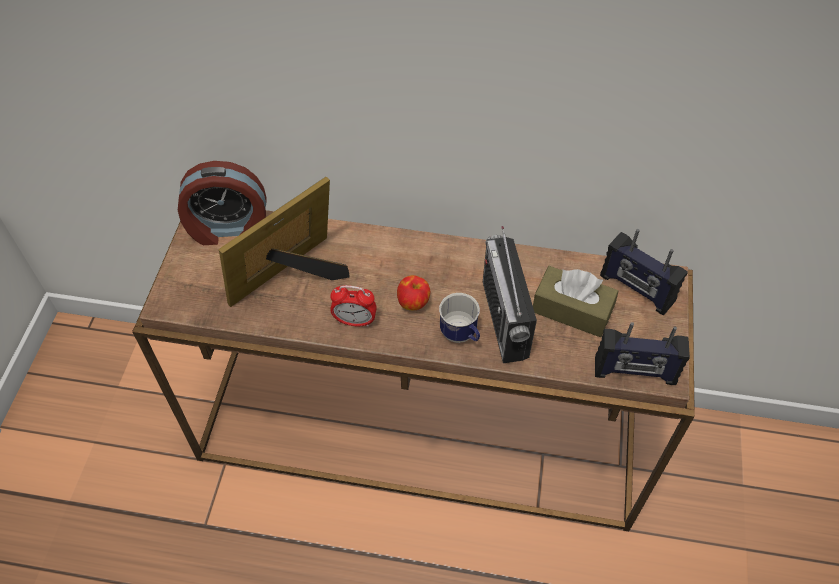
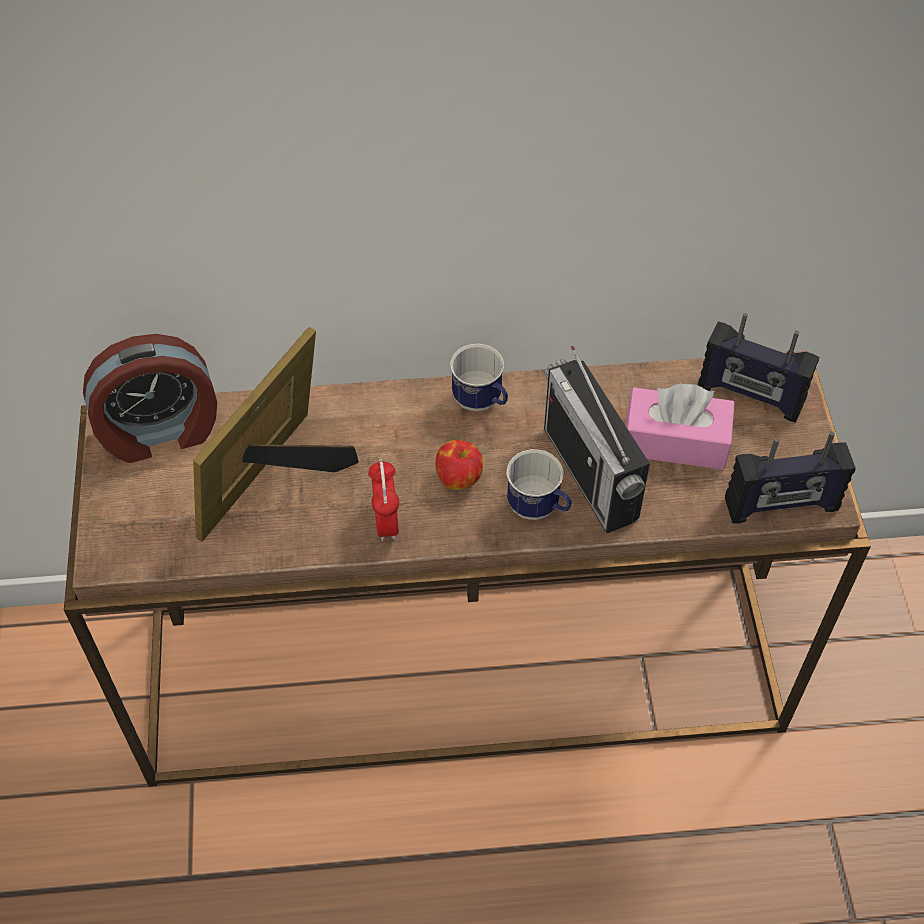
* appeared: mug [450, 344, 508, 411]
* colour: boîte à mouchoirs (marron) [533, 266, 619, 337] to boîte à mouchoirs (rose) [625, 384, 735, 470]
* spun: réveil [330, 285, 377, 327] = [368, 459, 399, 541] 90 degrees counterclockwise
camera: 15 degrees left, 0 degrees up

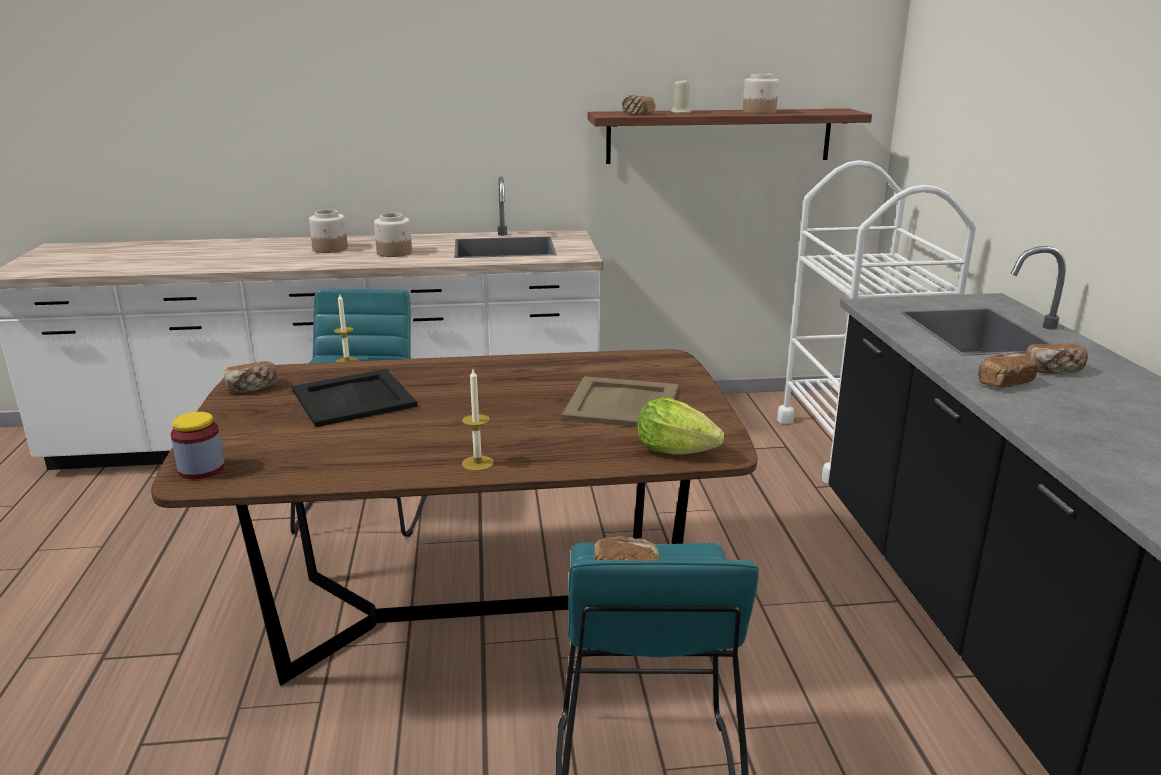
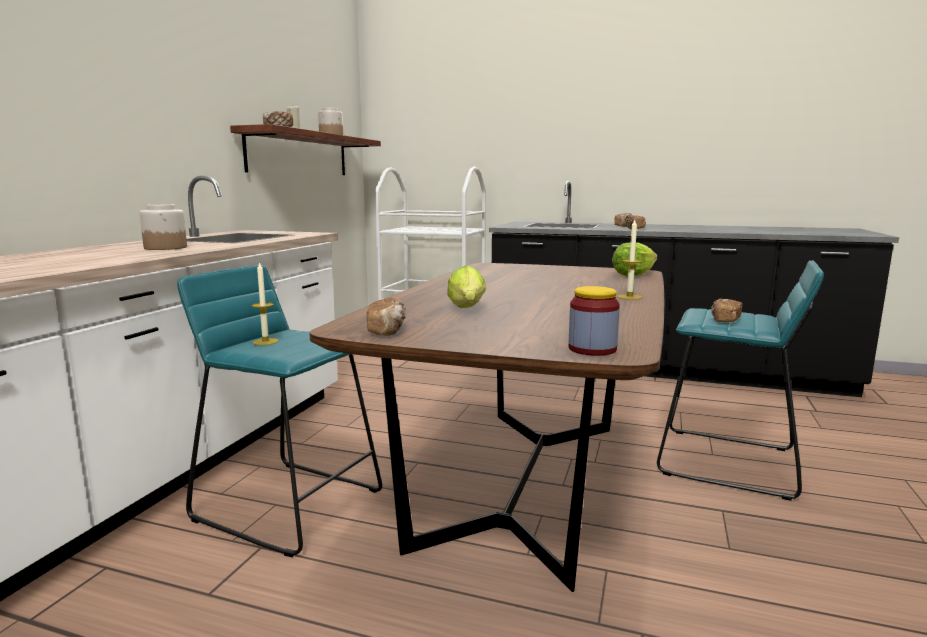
* missing: bocal [309, 210, 348, 253]
* missing: plateau (beige) [562, 376, 679, 427]
* exchanged: plateau (noir) [292, 369, 418, 427] to laitue [447, 266, 486, 308]
camera: 65 degrees left, 10 degrees down

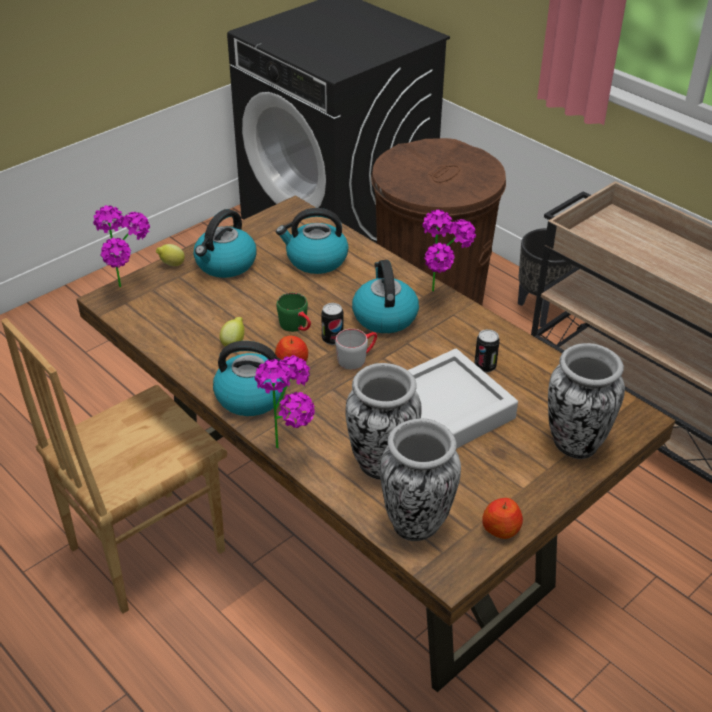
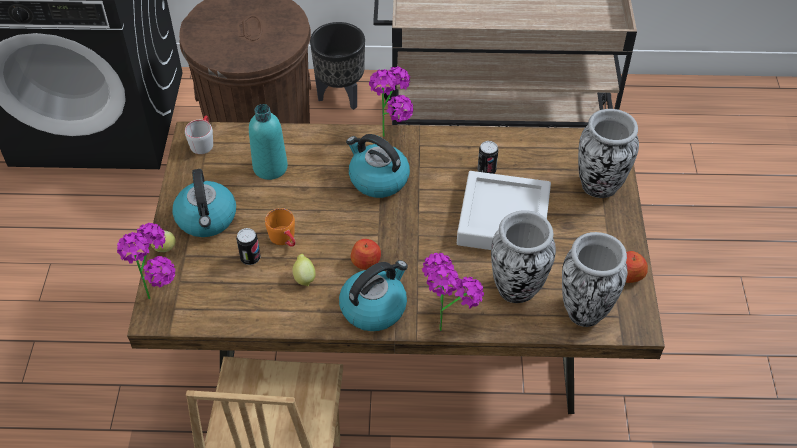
* missing: mug (vert) [276, 293, 311, 332]
* appeared: mug (orange) [265, 208, 296, 247]
* relocated: boîte métallique [321, 303, 344, 345] to [236, 228, 261, 265]
* relocated: mug (gris) [335, 329, 377, 370] to [185, 115, 213, 154]
* exchanged: bouilloire [276, 208, 349, 274] to bouteille (turquoise) [249, 104, 288, 180]
camera: 45 degrees left, 10 degrees up

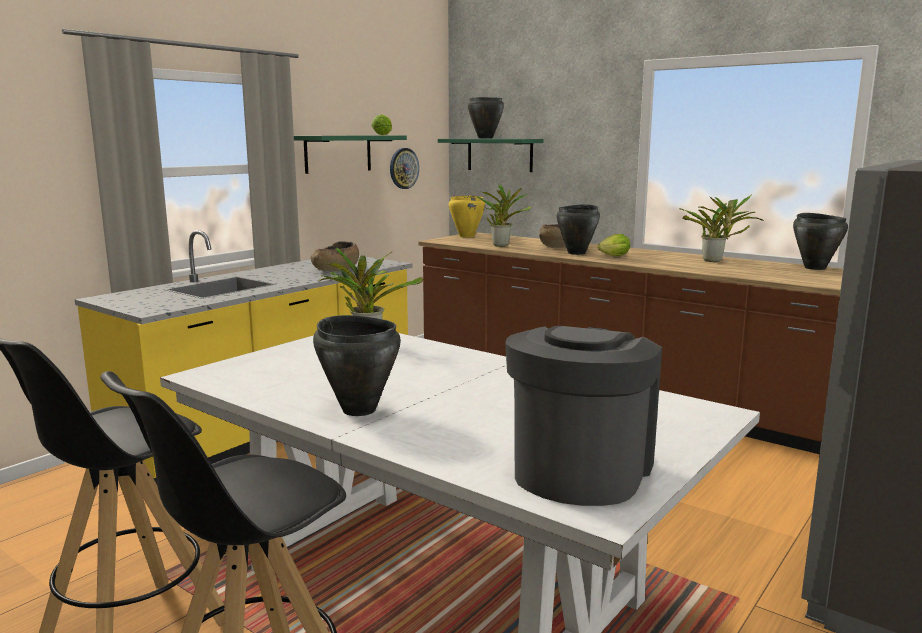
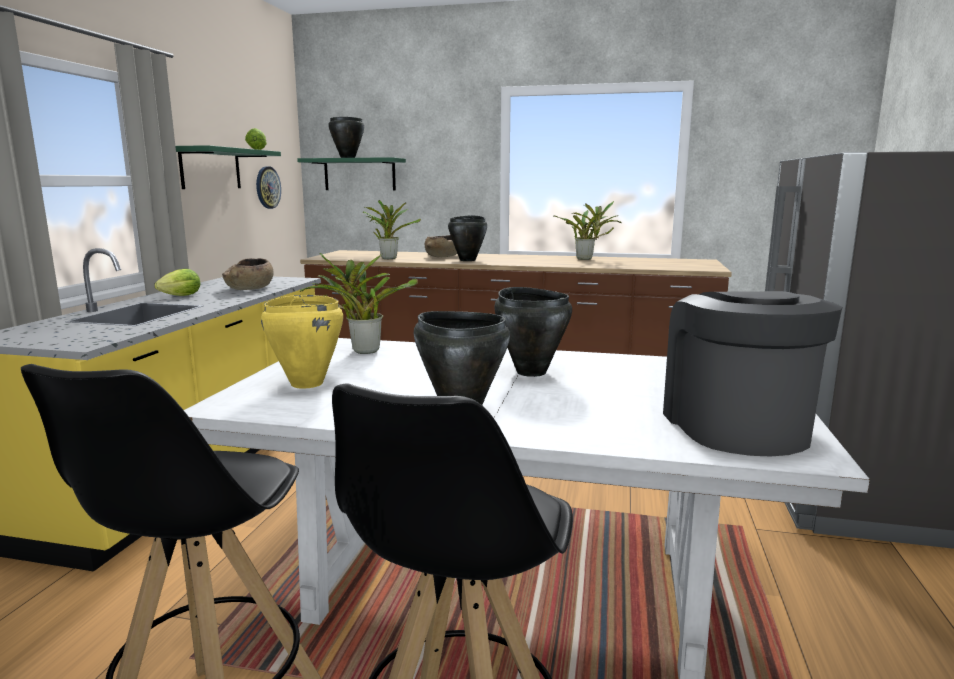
* relocated: marmite (jaune) [449, 195, 485, 238] to [261, 295, 343, 389]
* relocated: laitue [597, 234, 630, 256] to [154, 269, 200, 296]
* relocated: marmite (noir) [793, 213, 848, 270] to [494, 287, 572, 377]
camera: 25 degrees left, 0 degrees up

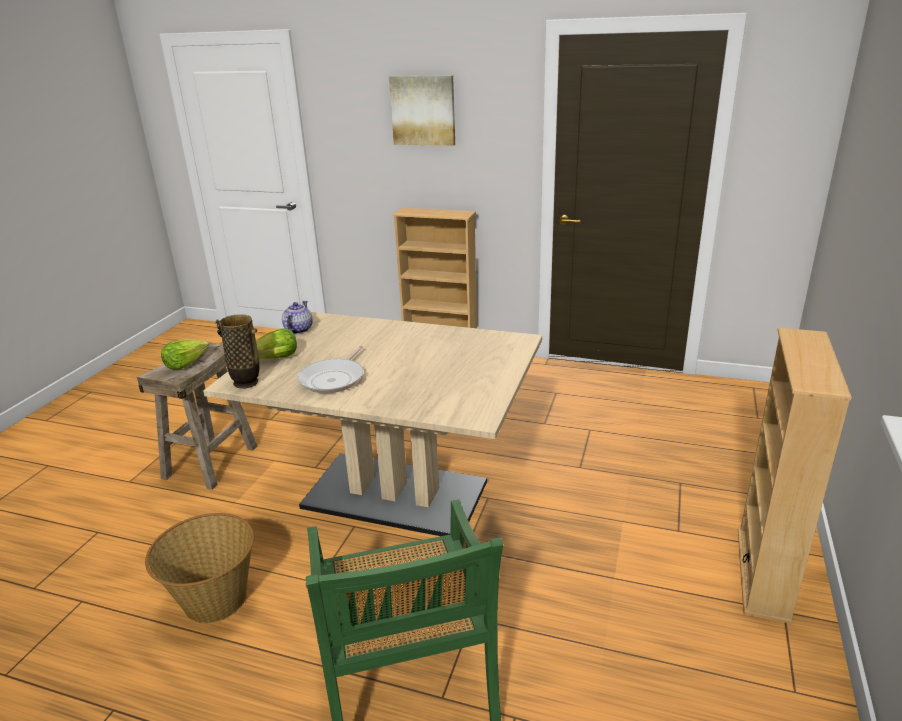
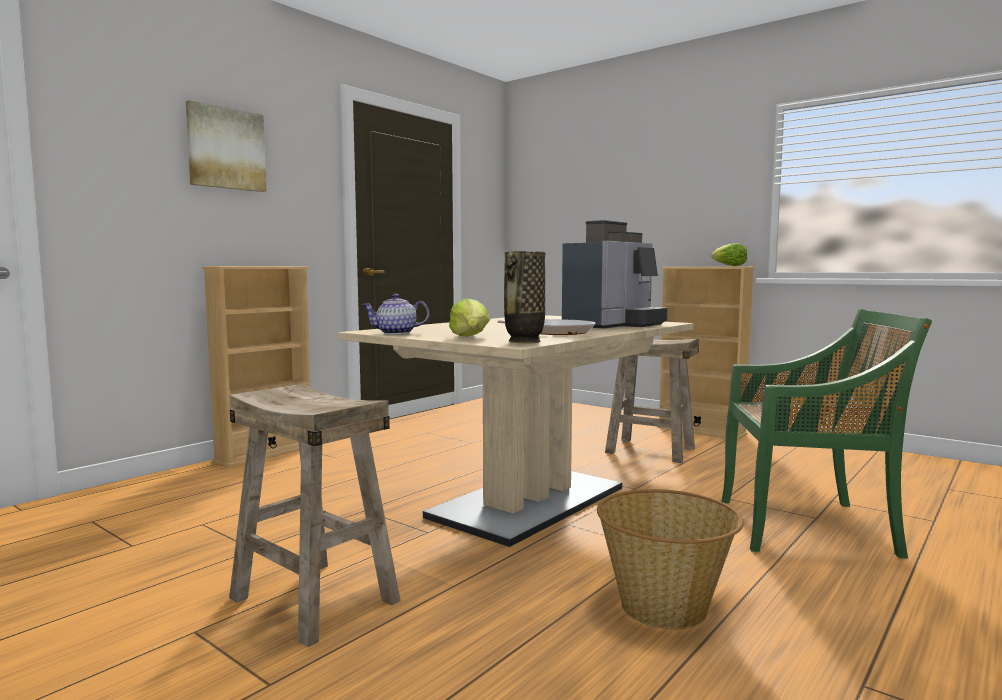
* appeared: machine à café [562, 220, 668, 329]
* appeared: tabouret (beige) [605, 338, 699, 463]
* relocated: laitue [161, 339, 209, 369] to [711, 243, 747, 266]
* spun: théière [282, 301, 313, 334] = [363, 294, 430, 335] 45 degrees counterclockwise
camera: 70 degrees left, 20 degrees down

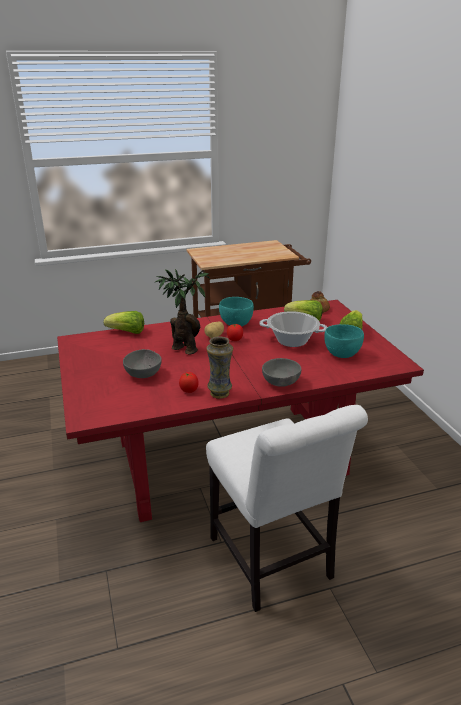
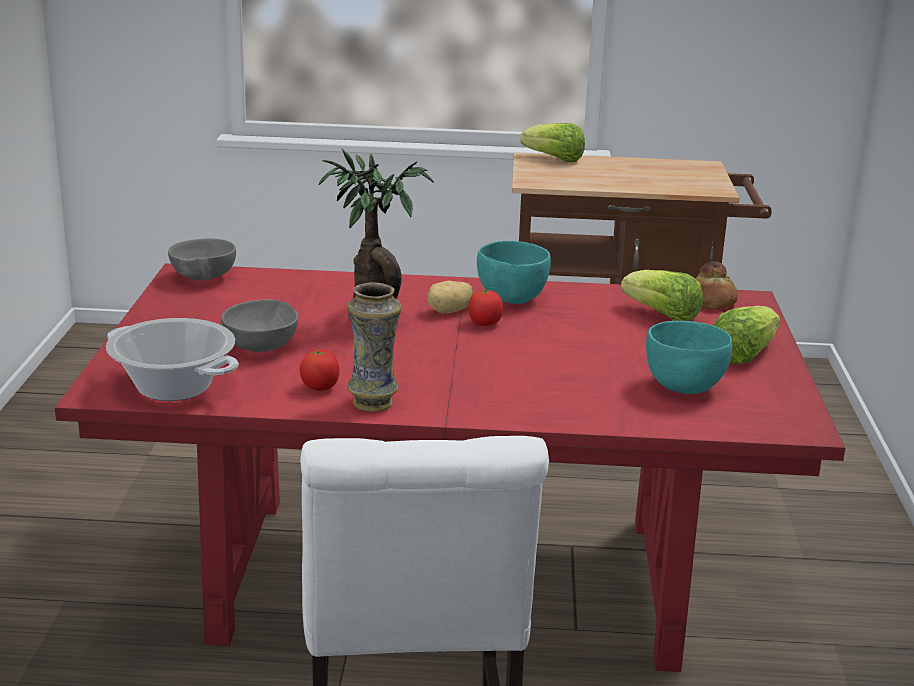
* relocated: laitue [104, 311, 144, 334] to [520, 123, 585, 162]
* relocated: marmite [259, 311, 328, 347] to [106, 318, 238, 401]
* relocated: bol (gris) [262, 358, 301, 387] to [168, 238, 236, 280]
camera: 20 degrees right, 5 degrees down

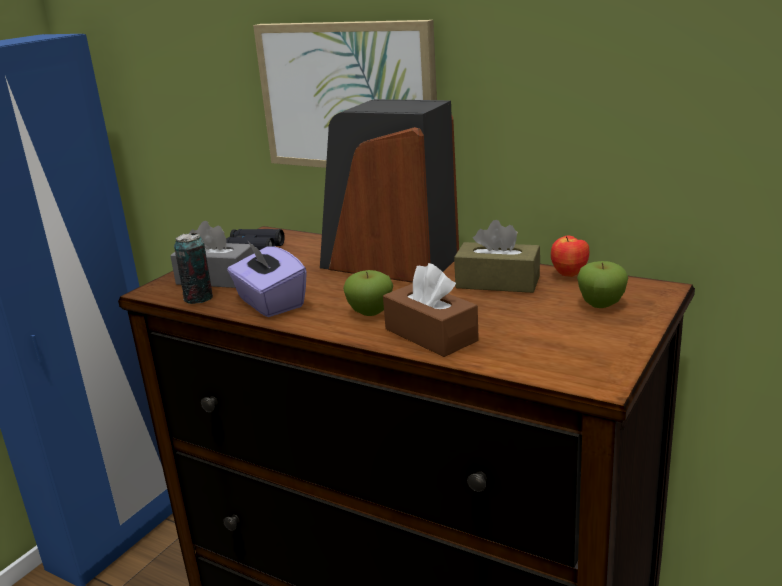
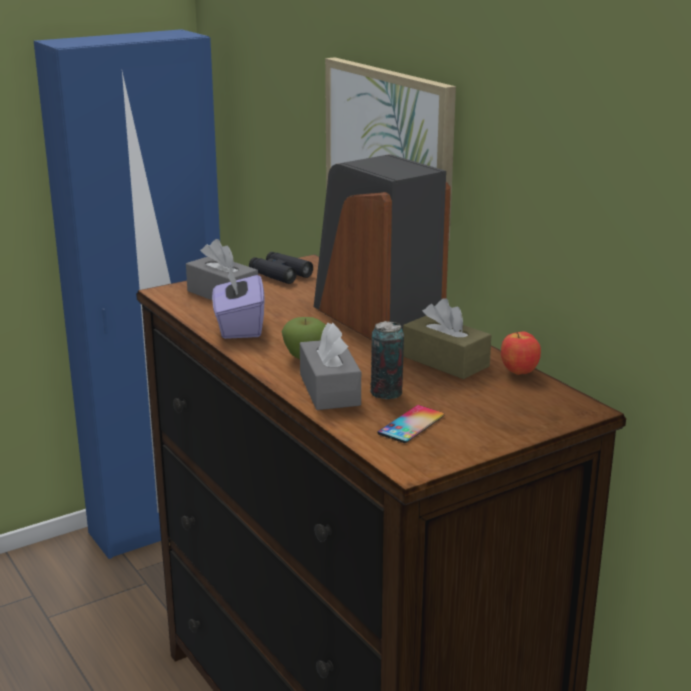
* missing: pomme [577, 261, 628, 308]
* appeared: téléphone [378, 405, 445, 443]
* relocated: boîte métallique [174, 233, 213, 304] to [370, 321, 404, 399]
* colour: boîte à mouchoirs (marron) [383, 263, 479, 357] to boîte à mouchoirs (gris) [300, 322, 361, 410]
camera: 25 degrees right, 0 degrees up

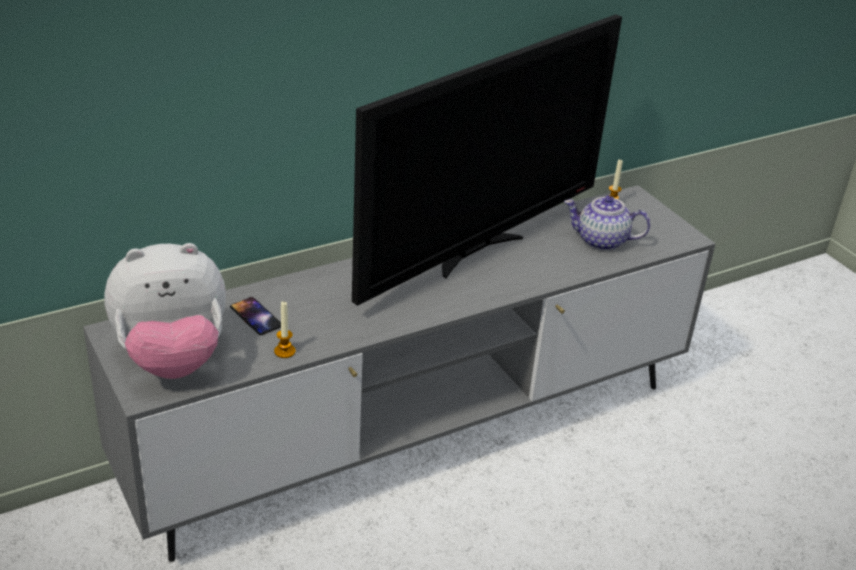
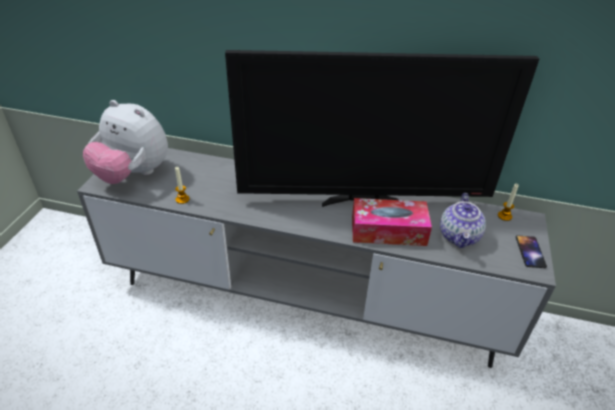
* appeared: boîte à mouchoirs [352, 198, 432, 246]
* relocated: téléphone [230, 297, 281, 335] to [516, 236, 547, 268]
* spun: théière [564, 196, 650, 251] = [440, 193, 486, 248] 135 degrees counterclockwise
camera: 45 degrees right, 5 degrees up

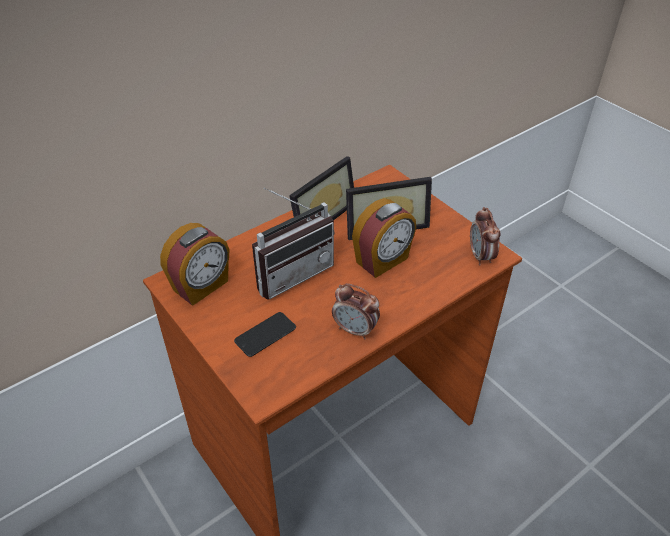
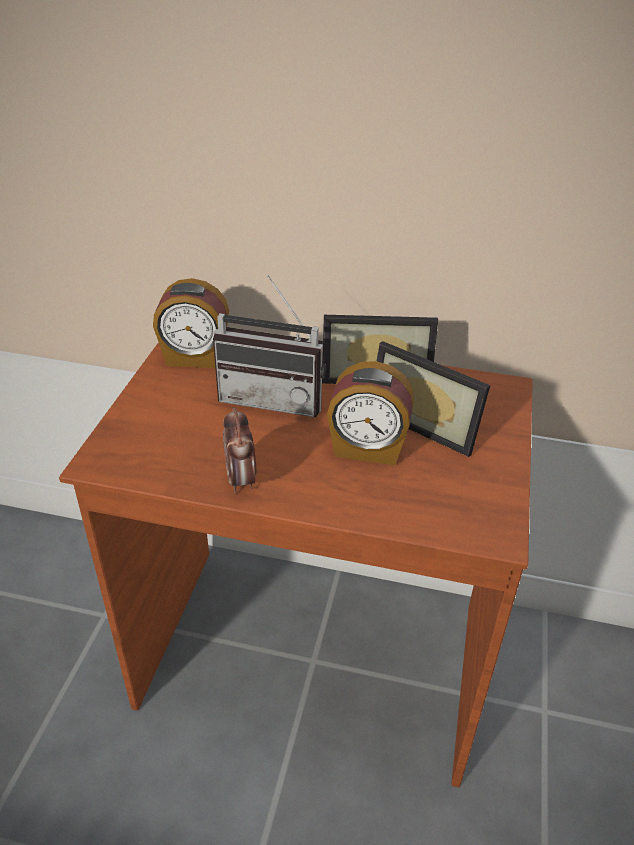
* missing: téléphone [234, 312, 296, 357]
* missing: réveil [470, 207, 500, 266]
camera: 50 degrees right, 5 degrees down

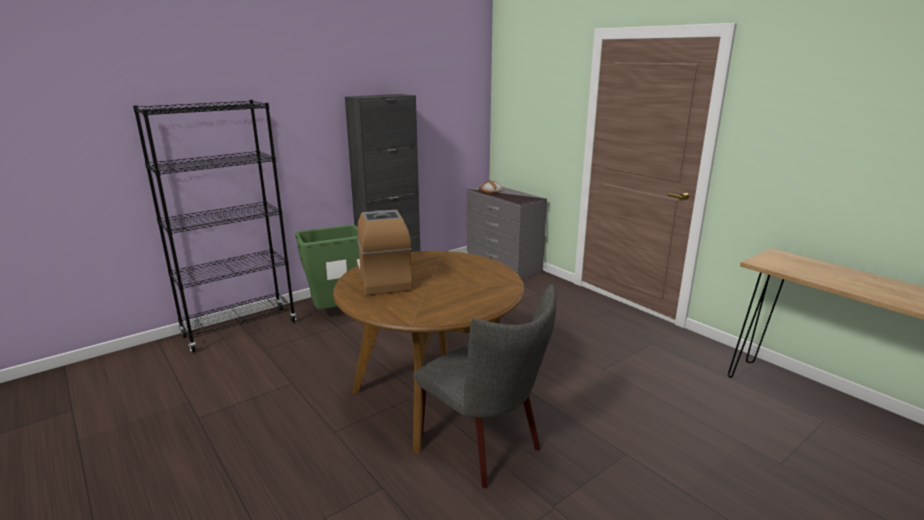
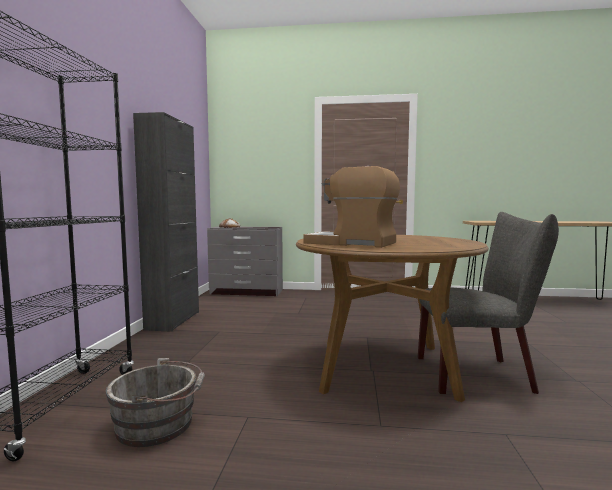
* missing: poubelle (vert) [295, 225, 359, 309]
* appeared: seau (gris) [106, 358, 205, 447]
camera: 45 degrees left, 15 degrees down

